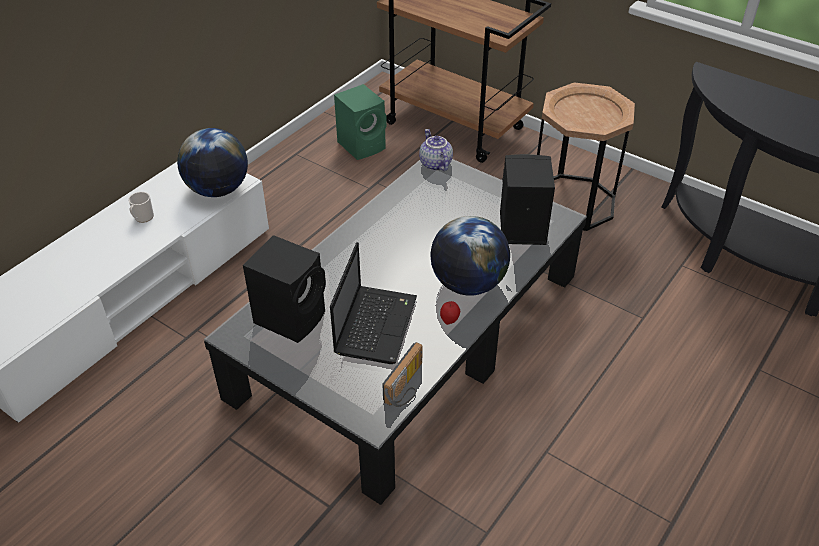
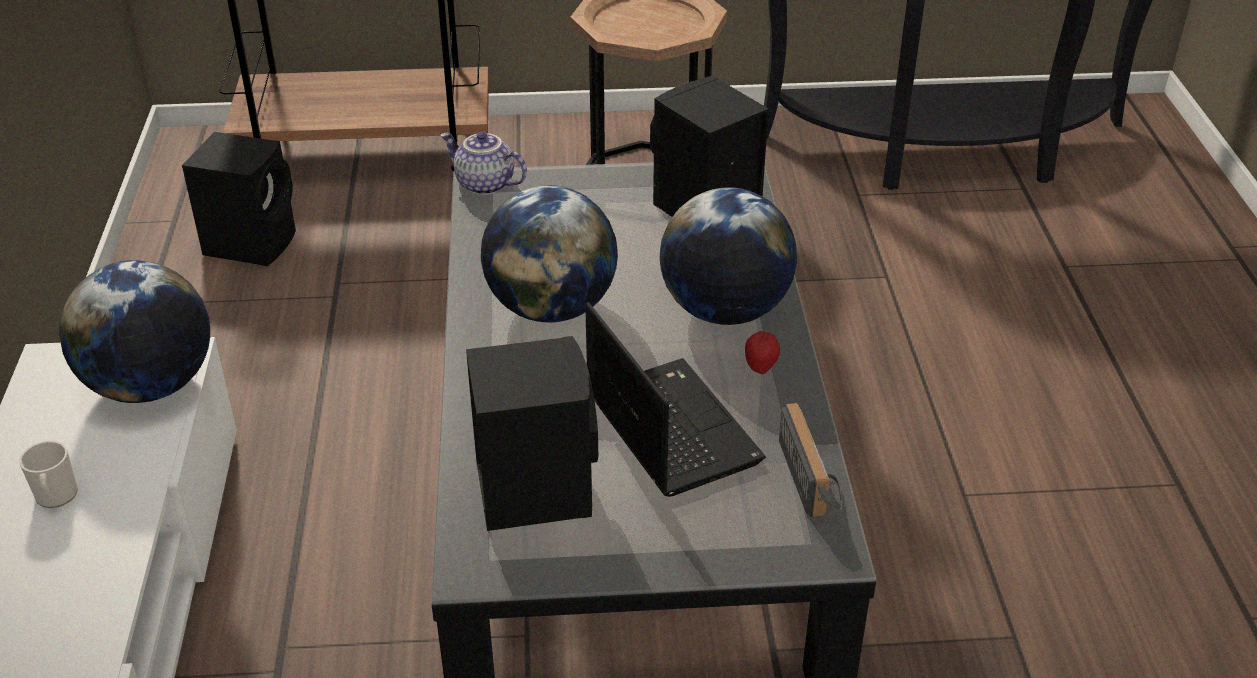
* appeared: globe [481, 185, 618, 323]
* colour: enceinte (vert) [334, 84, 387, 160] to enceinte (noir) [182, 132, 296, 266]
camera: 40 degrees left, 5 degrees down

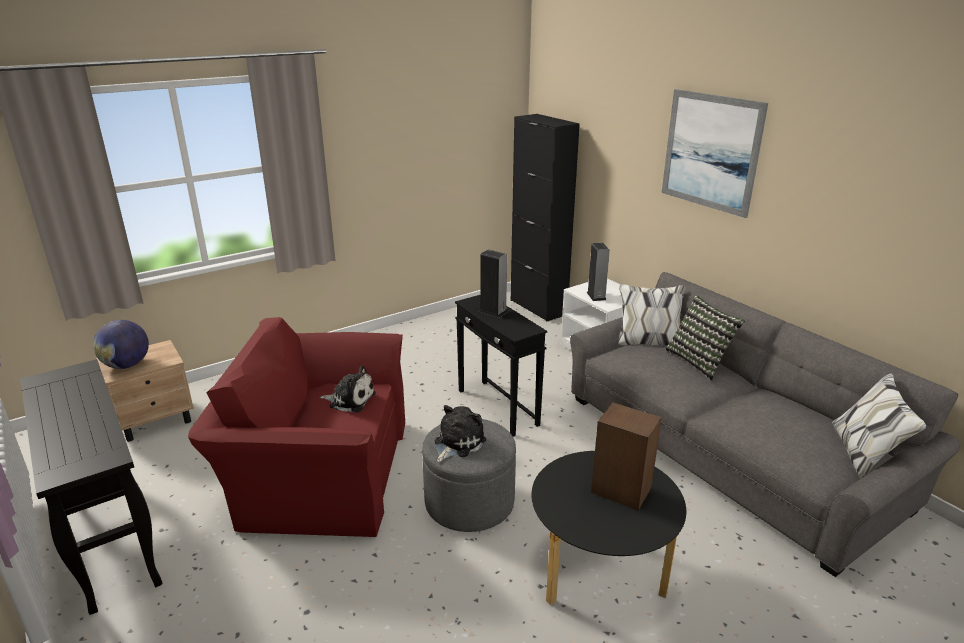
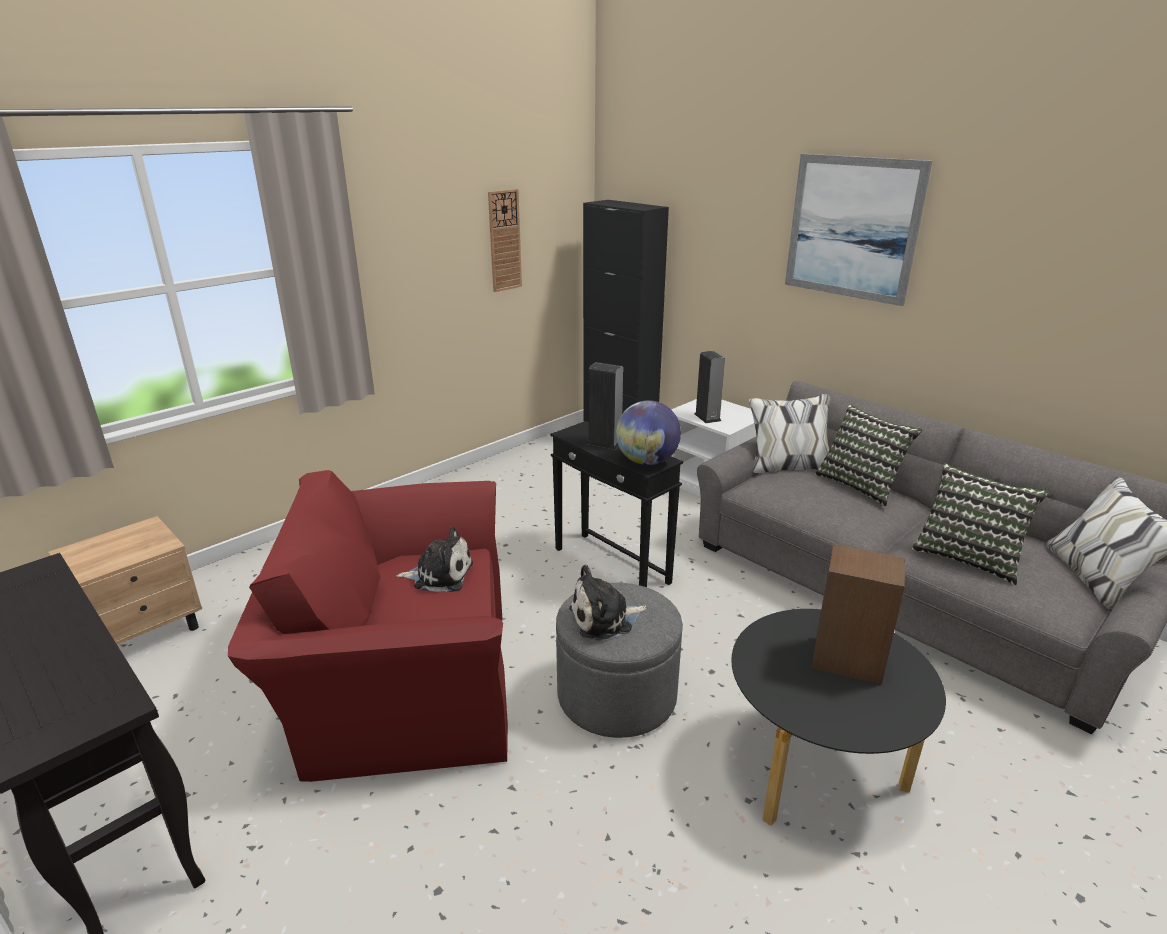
* appeared: horloge murale [488, 189, 522, 292]
* appeared: coussin [912, 463, 1049, 585]
* relocated: globe [93, 320, 149, 369] to [616, 400, 681, 465]
* spun: peluche [434, 405, 486, 462] = [569, 565, 647, 641] 135 degrees counterclockwise
camera: 10 degrees left, 0 degrees up

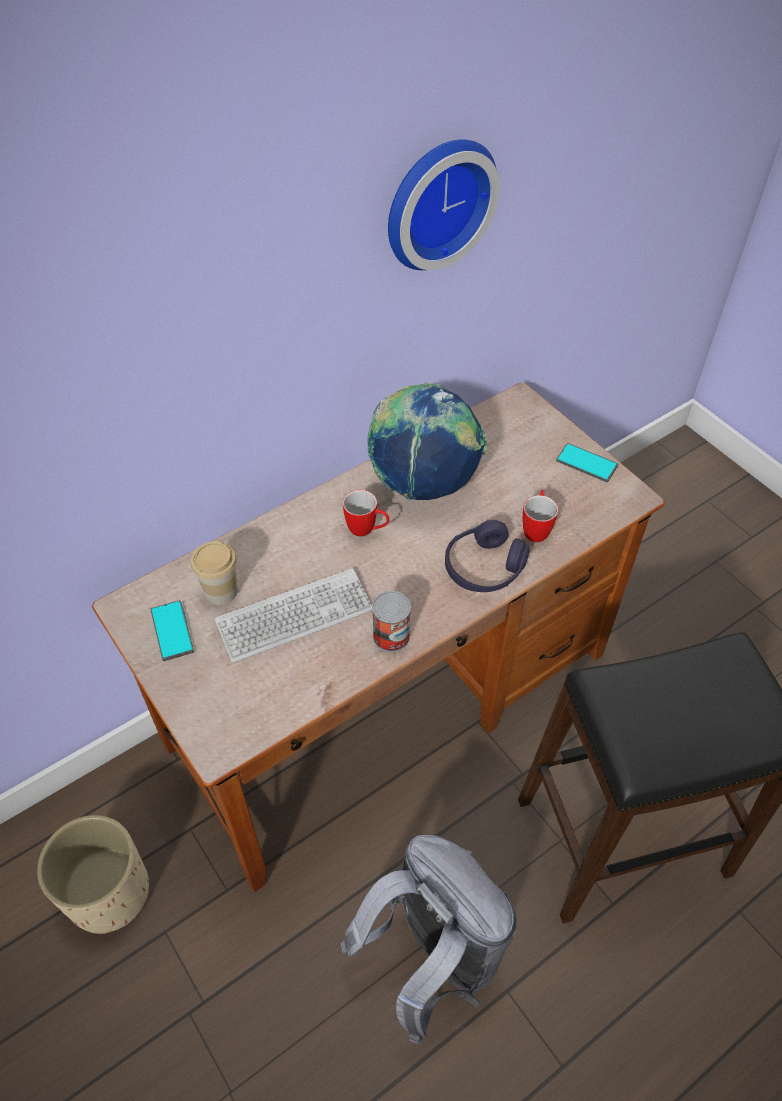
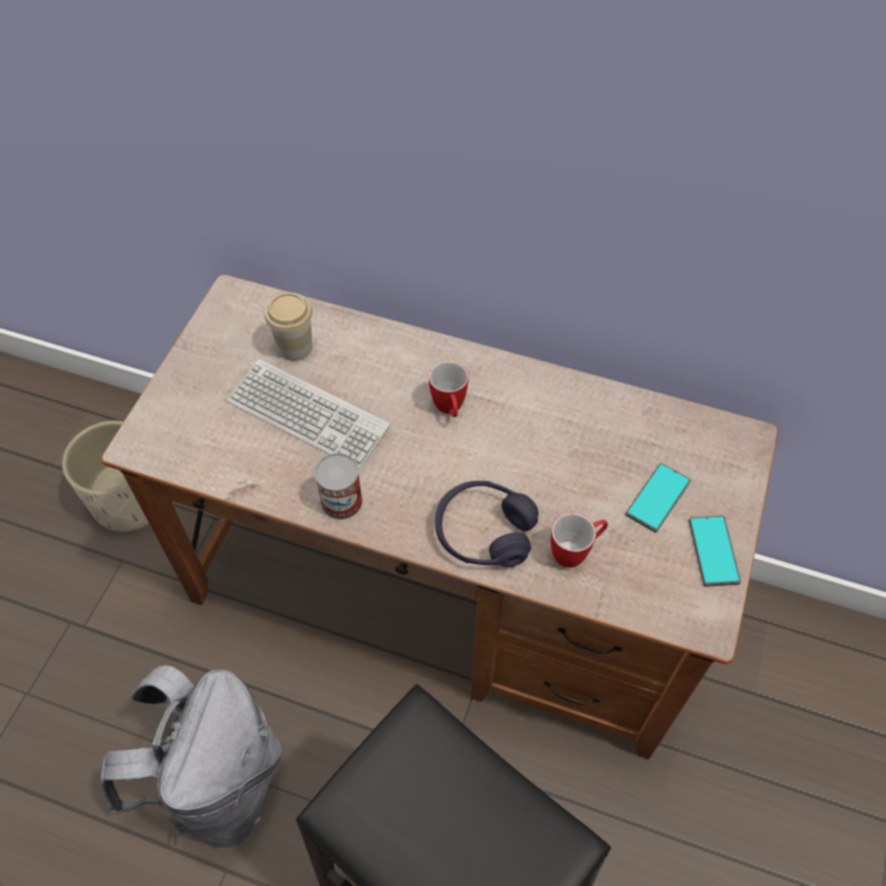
* missing: globe [367, 383, 487, 500]
* missing: horloge murale [388, 139, 500, 270]
* relocated: téléphone [150, 600, 194, 661] to [625, 463, 691, 533]
camera: 55 degrees right, 5 degrees up

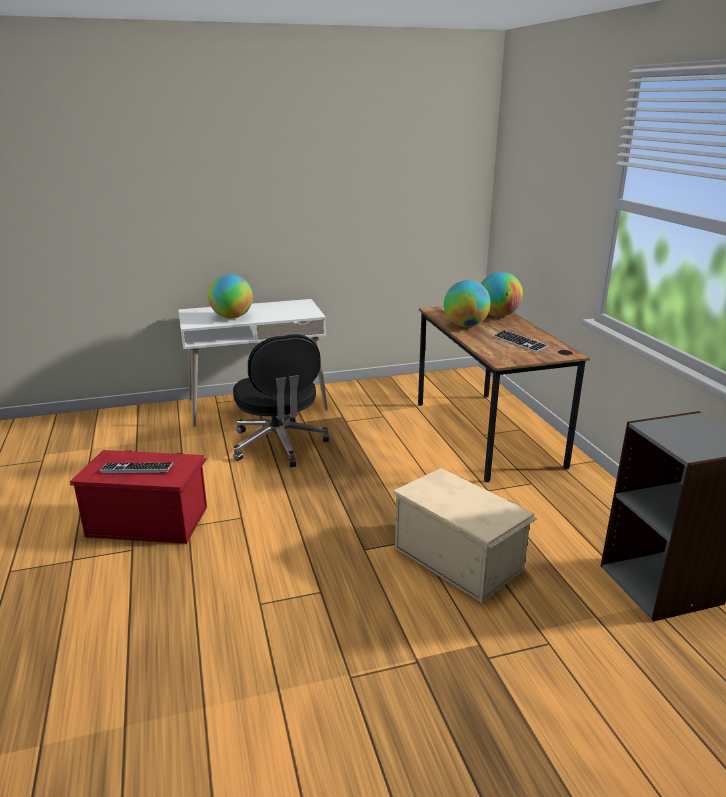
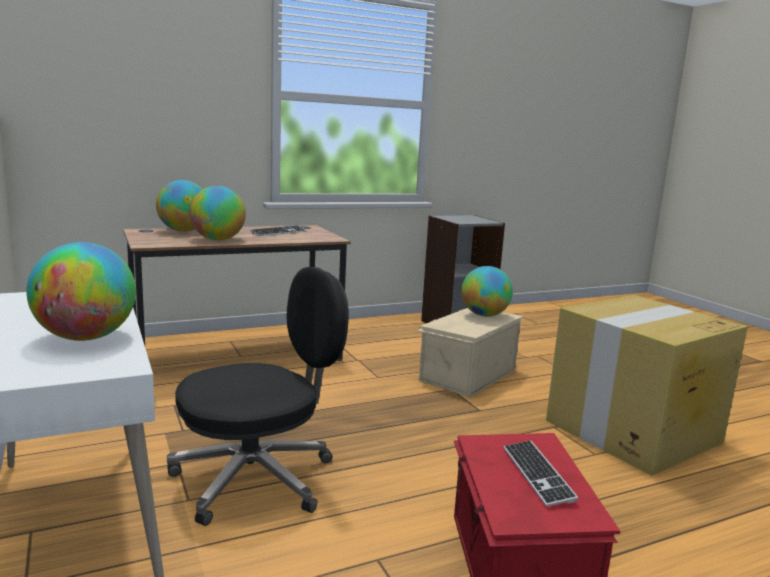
* appeared: globe [461, 266, 513, 317]
* appeared: carton [546, 295, 748, 476]
camera: 100 degrees left, 10 degrees down

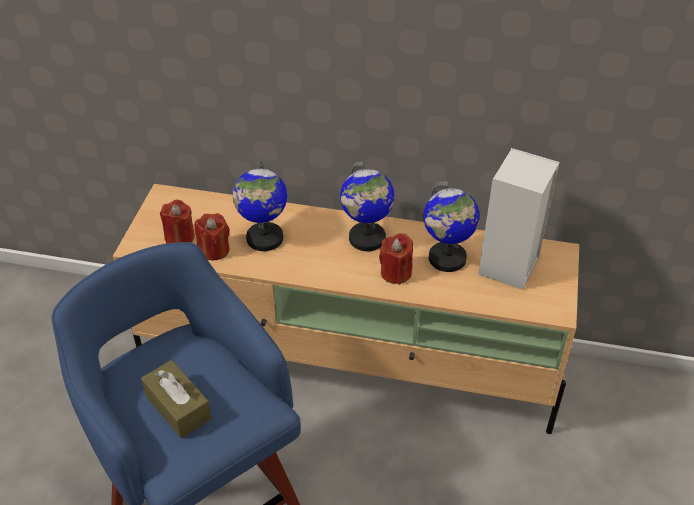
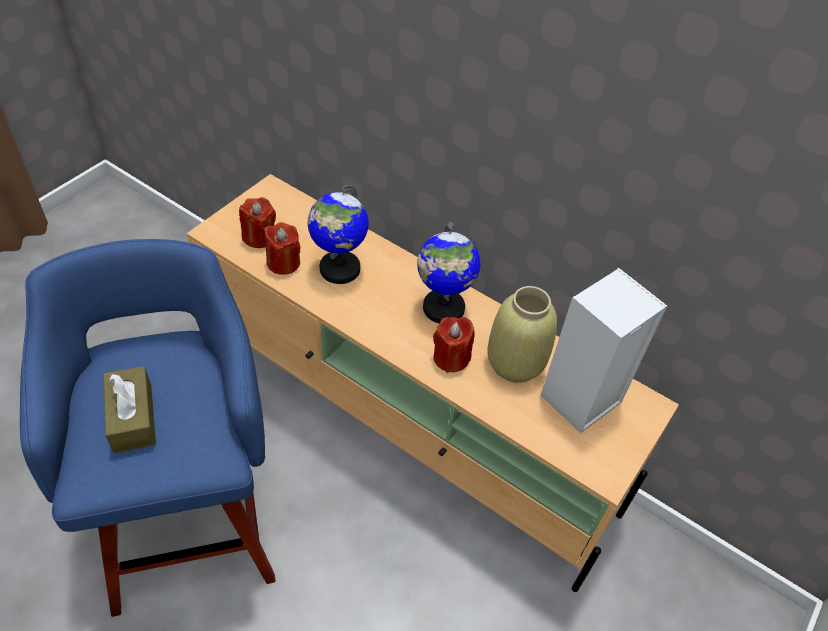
* exchanged: globe [423, 181, 479, 272] to vase (beige) [488, 286, 557, 383]
camera: 20 degrees right, 5 degrees up

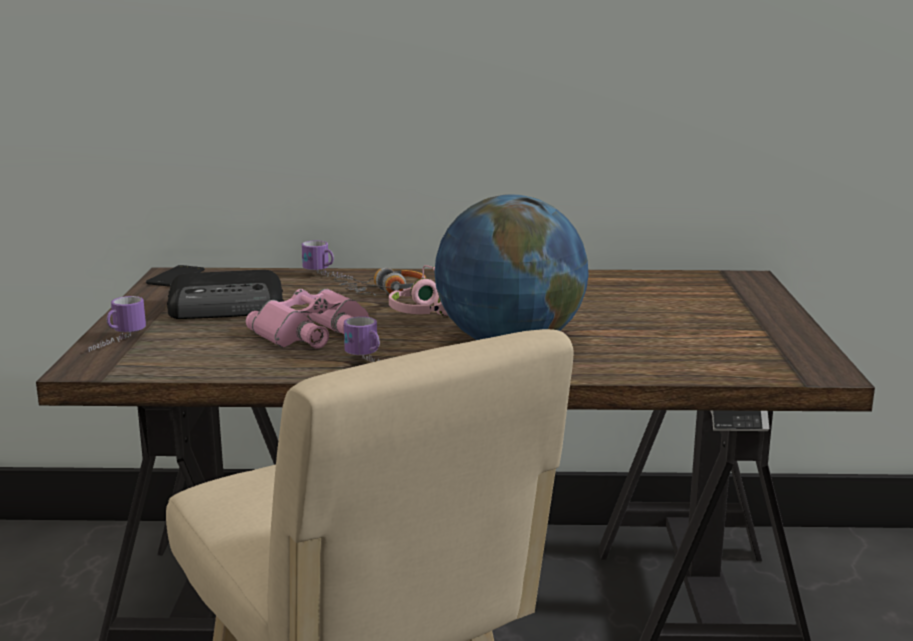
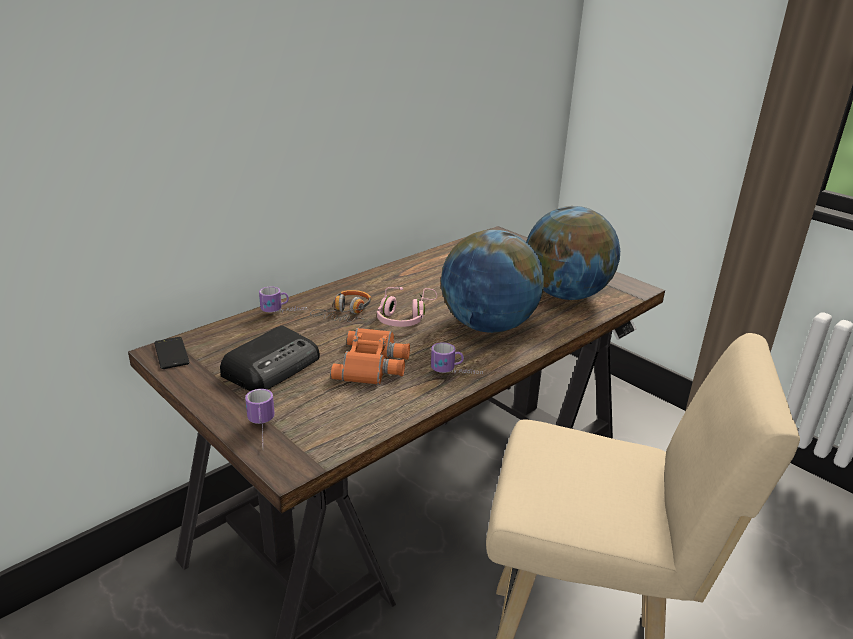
* appeared: globe [526, 206, 620, 300]
* colour: jumelles (rose) [246, 289, 369, 349] to jumelles (orange) [330, 328, 410, 385]
camera: 45 degrees left, 10 degrees up

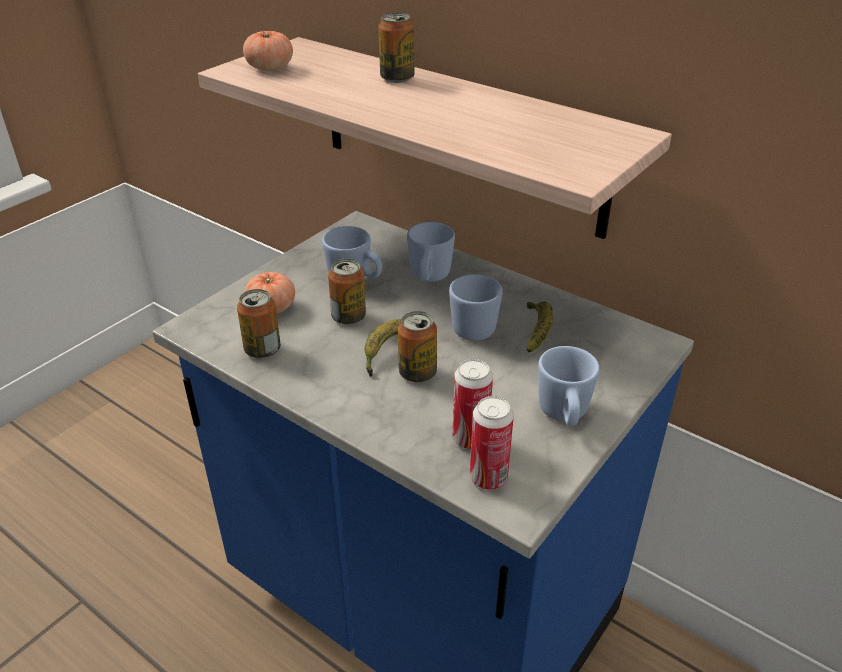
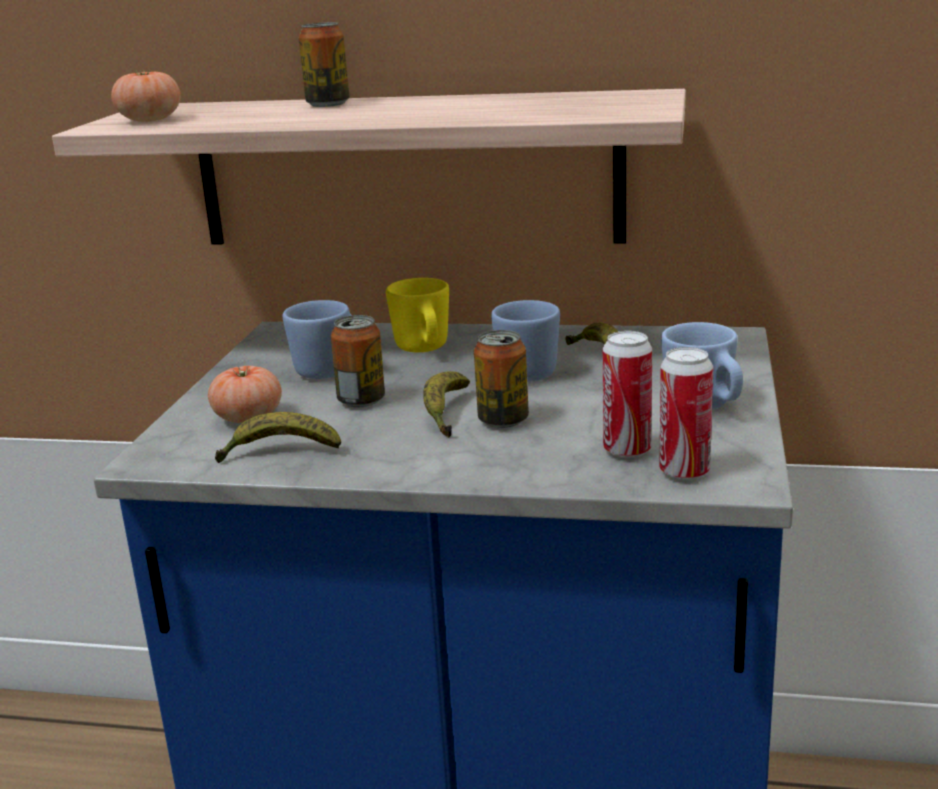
* exchanged: boîte métallique [237, 289, 281, 358] to banane [215, 412, 341, 463]
* colour: mug (bleu) [407, 222, 455, 282] to mug (jaune) [386, 278, 449, 352]
camera: 25 degrees left, 15 degrees down

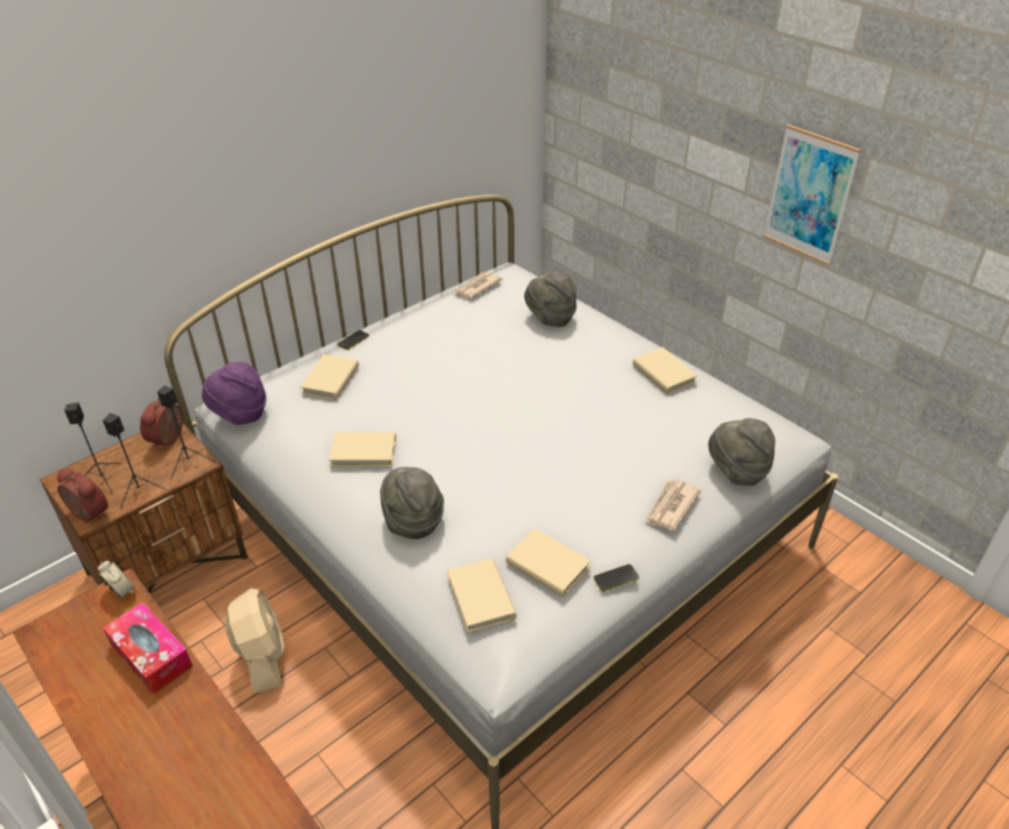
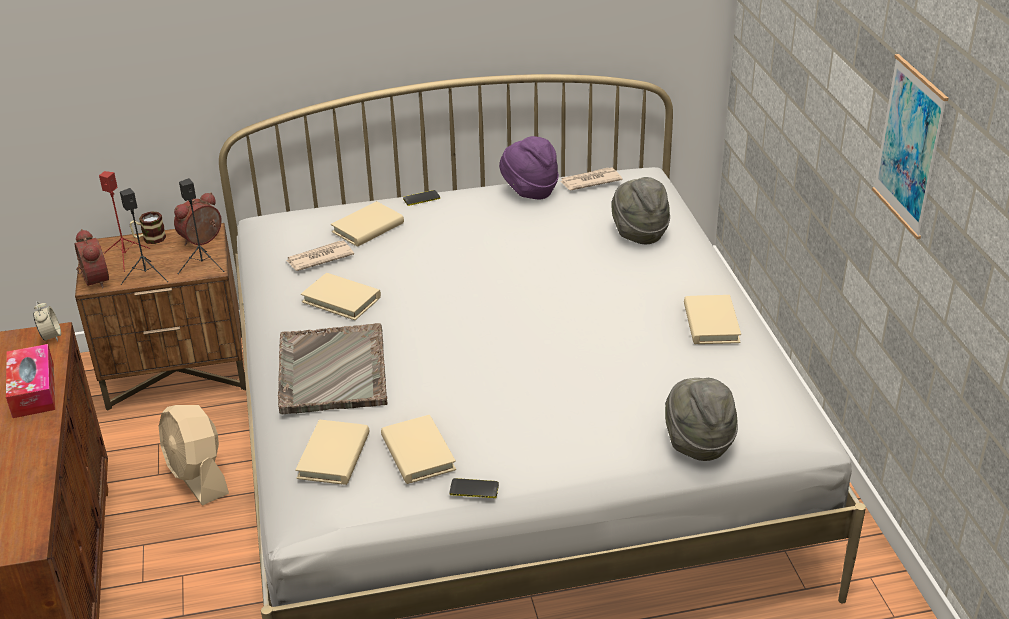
* appeared: mug [130, 211, 166, 244]
* relocated: chapeau (violet) [202, 362, 267, 425] to [499, 136, 559, 199]
* relocated: journal [645, 479, 701, 530] to [286, 241, 354, 271]
* exchanged: chapeau (gris) [380, 467, 444, 539] to plateau (gris) [278, 323, 387, 414]
* colour: enceinte (noir) [64, 402, 122, 495] to enceinte (rouge) [99, 171, 150, 272]
* spun: ventilateur (beige) [225, 588, 284, 694] = [159, 405, 229, 506] 135 degrees clockwise
camera: 30 degrees right, 5 degrees down

